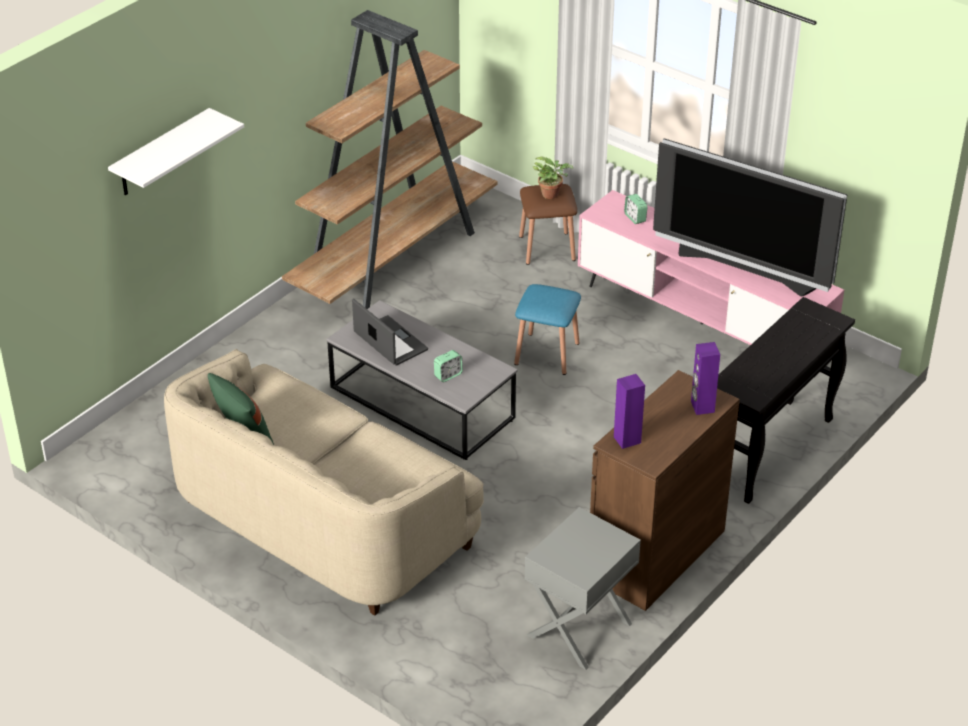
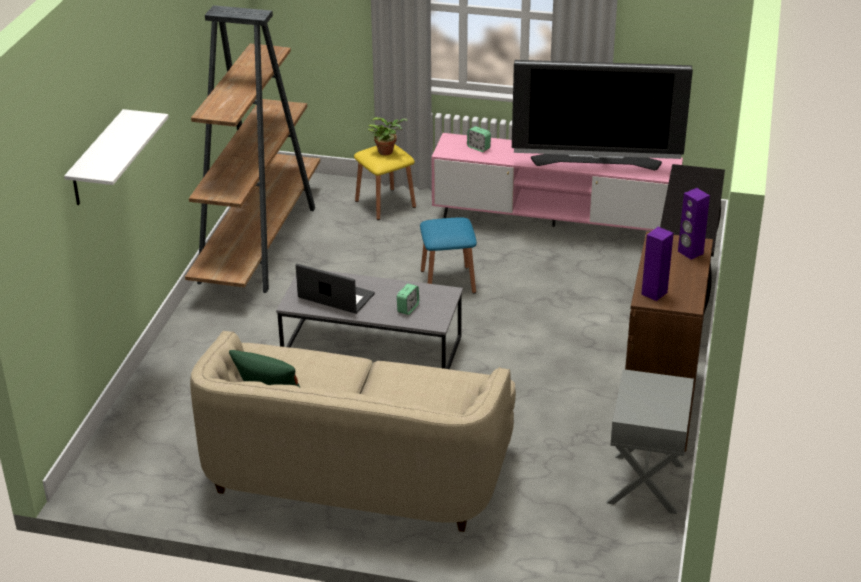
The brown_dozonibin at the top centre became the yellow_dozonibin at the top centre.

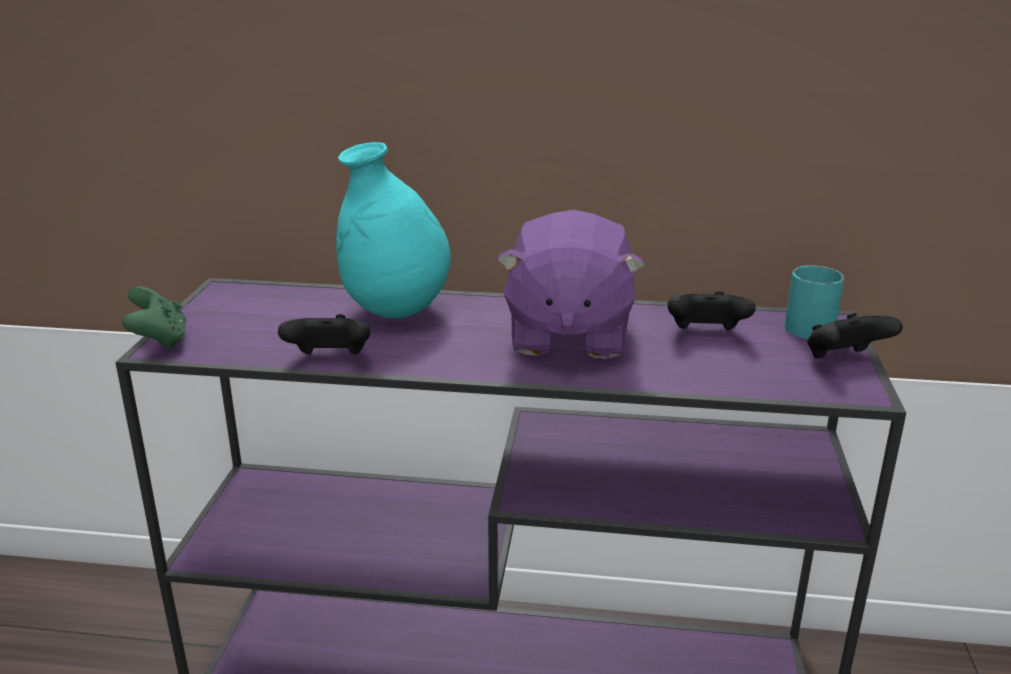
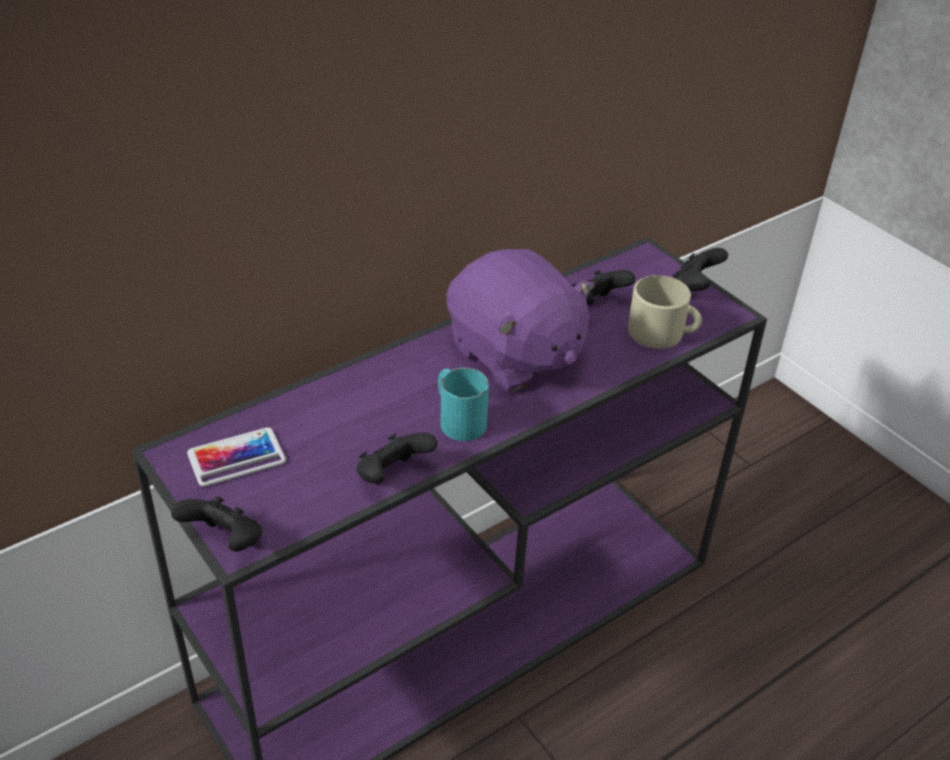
The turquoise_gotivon at the centre disappeared.
The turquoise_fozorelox moved from the middle right to the centre.
The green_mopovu at the middle left became the black_mopovu (1st from left) at the bottom left.
The beige_fozorelox at the middle right appeared.
The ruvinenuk at the middle left appeared.

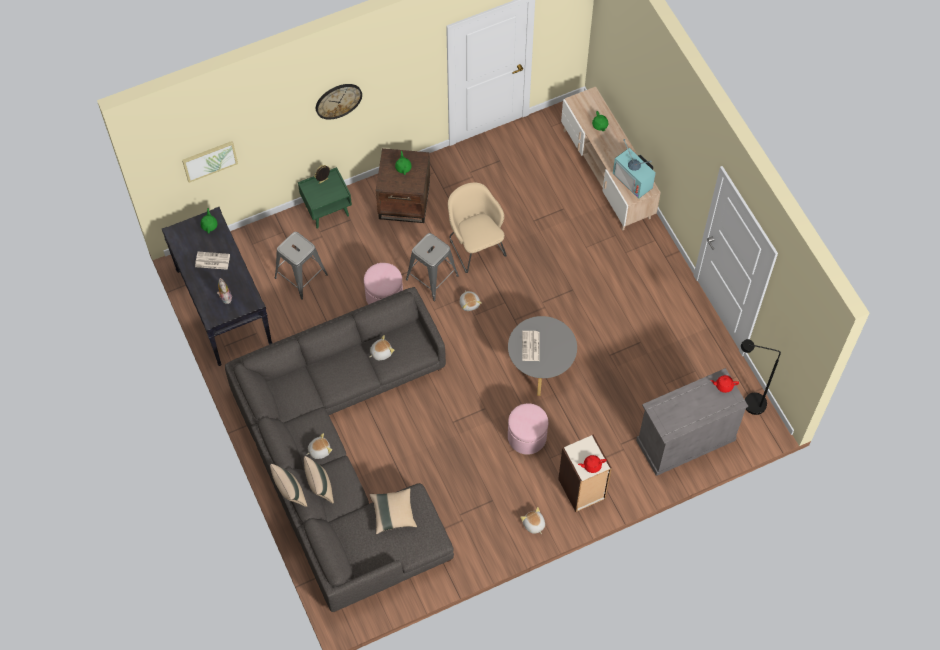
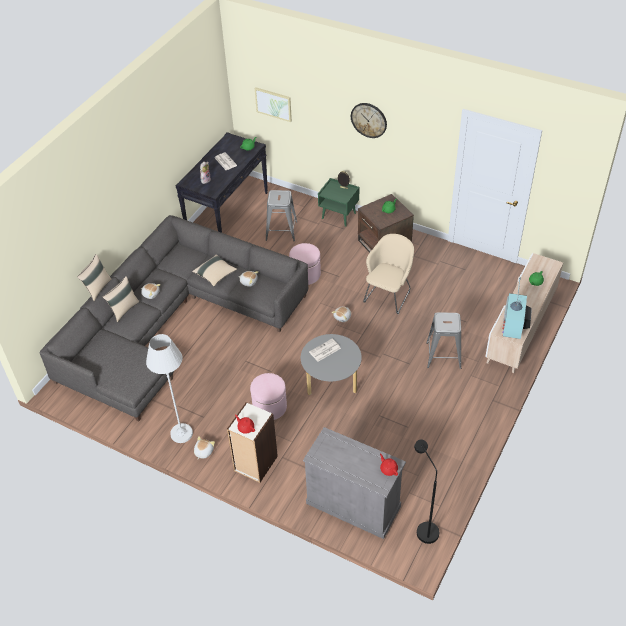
The grey_dozonibin (2nd from left) moved from the centre to the middle right.
The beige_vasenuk (3rd from left) moved from the bottom centre to the centre.
The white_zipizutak at the middle left appeared.

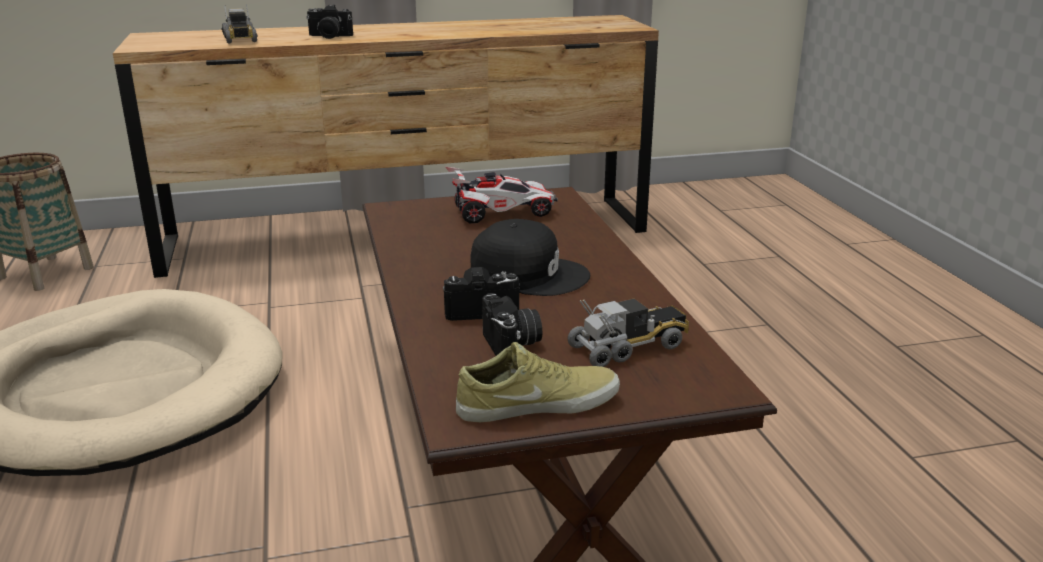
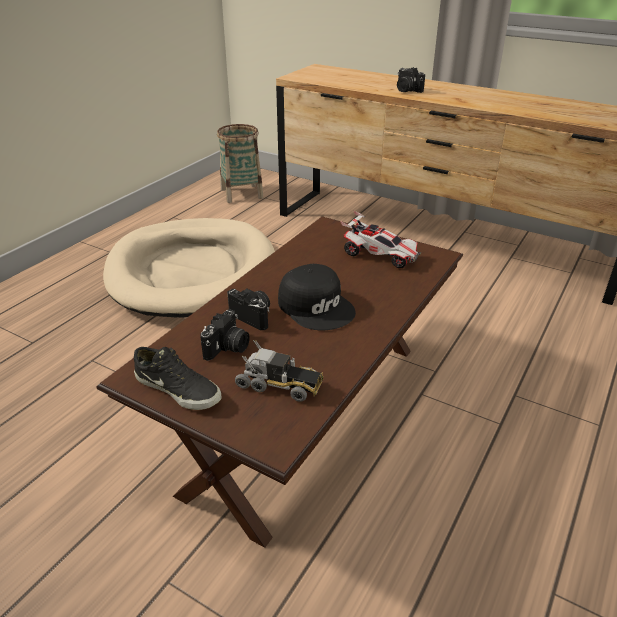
The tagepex (1st from left) at the top left disappeared.
The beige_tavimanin at the bottom centre became the black_tavimanin at the middle left.

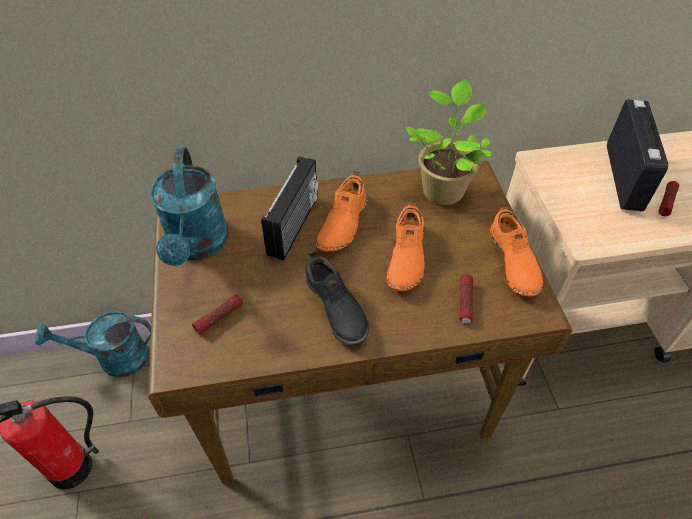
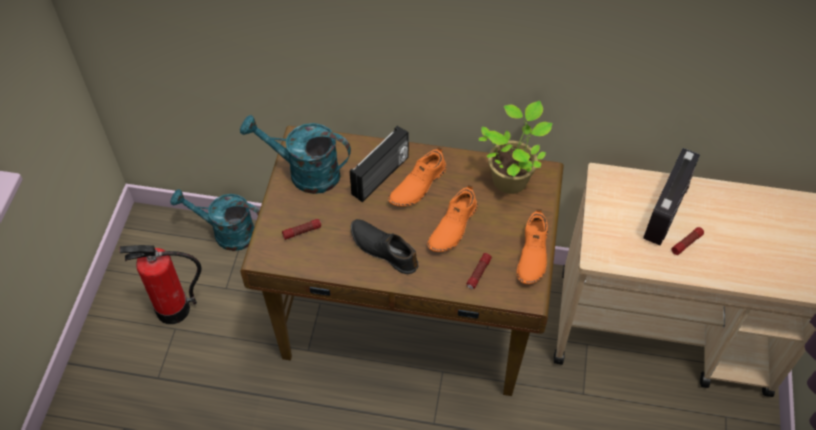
The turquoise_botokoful (2nd from left) at the middle left turned 90 degrees clockwise.
The black_tavimanin at the centre turned 135 degrees clockwise.

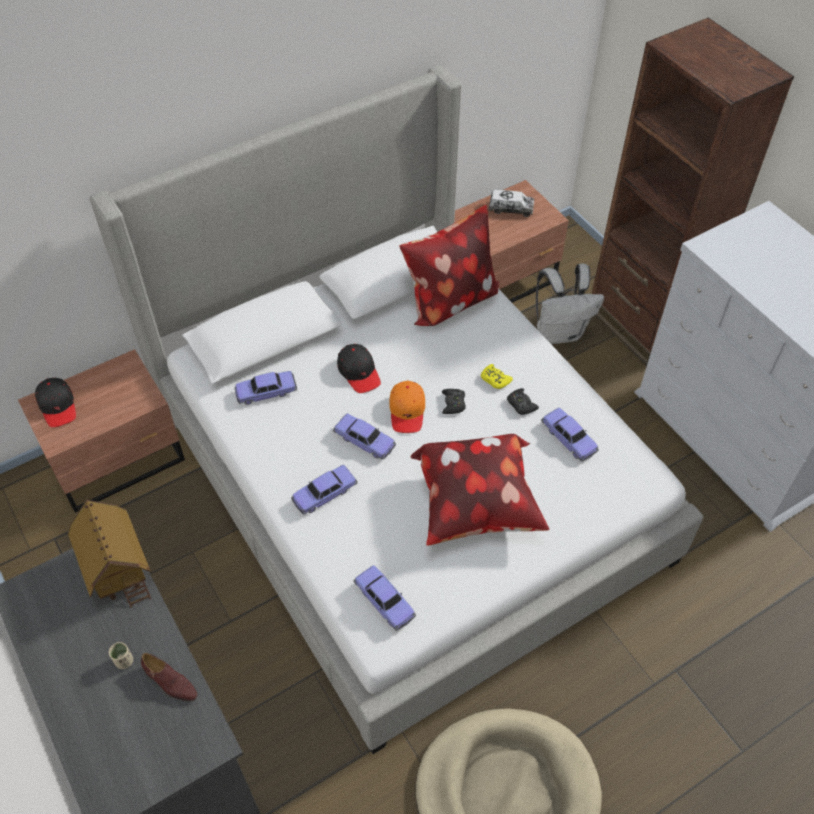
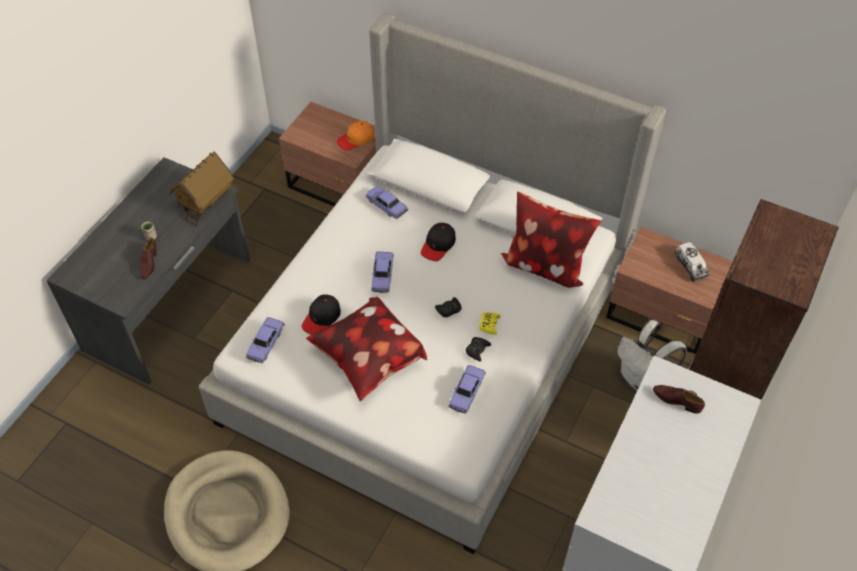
The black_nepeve (1st from left) moved from the middle left to the centre.
The orange_nepeve moved from the centre to the top centre.
The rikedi (2nd from left) at the centre disappeared.
The brown_tavimanin (2nd from left) at the bottom right appeared.

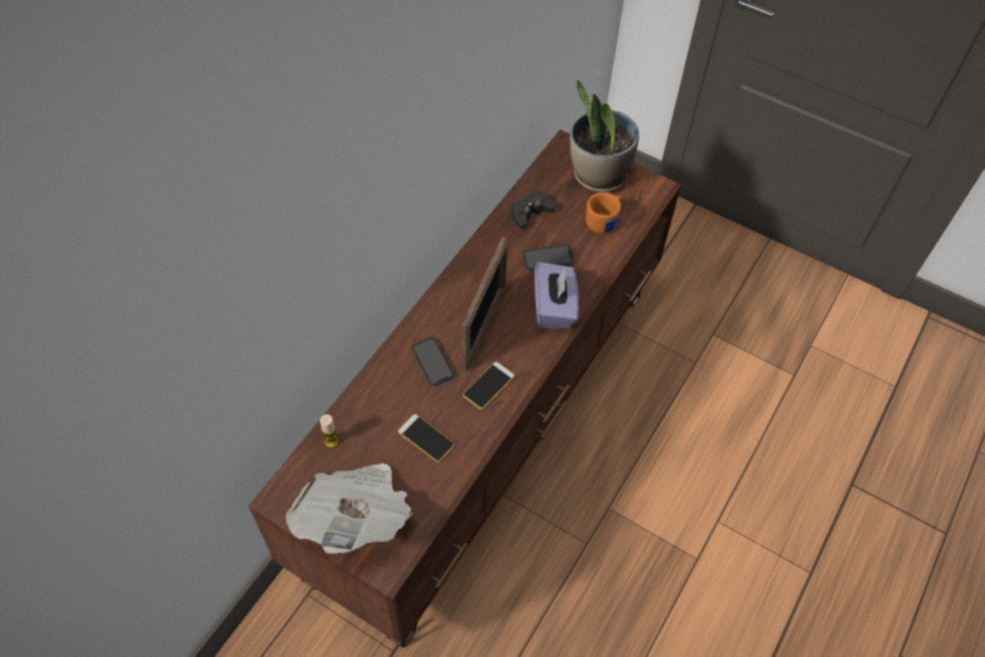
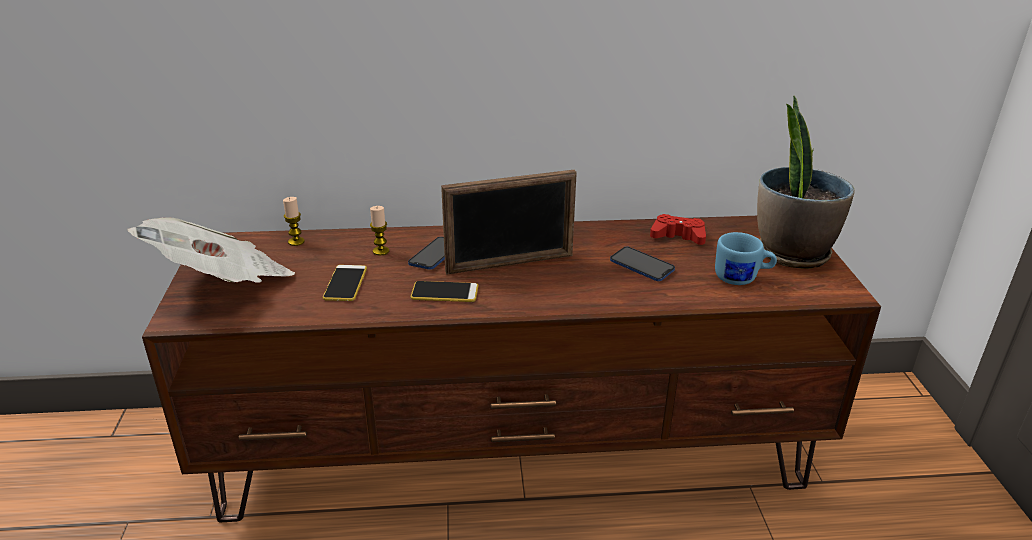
The black_mopovu at the top centre became the red_mopovu at the centre.
The orange_fozorelox at the top centre became the blue_fozorelox at the middle right.
The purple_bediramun at the centre disappeared.
The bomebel (2nd from left) at the centre appeared.

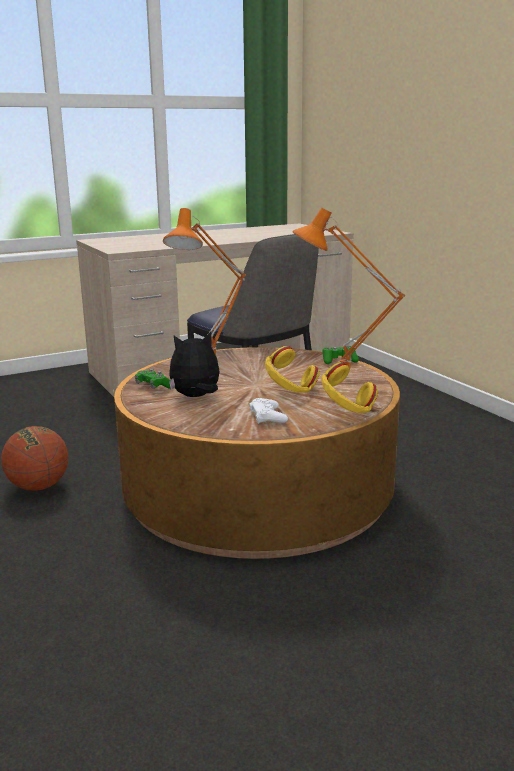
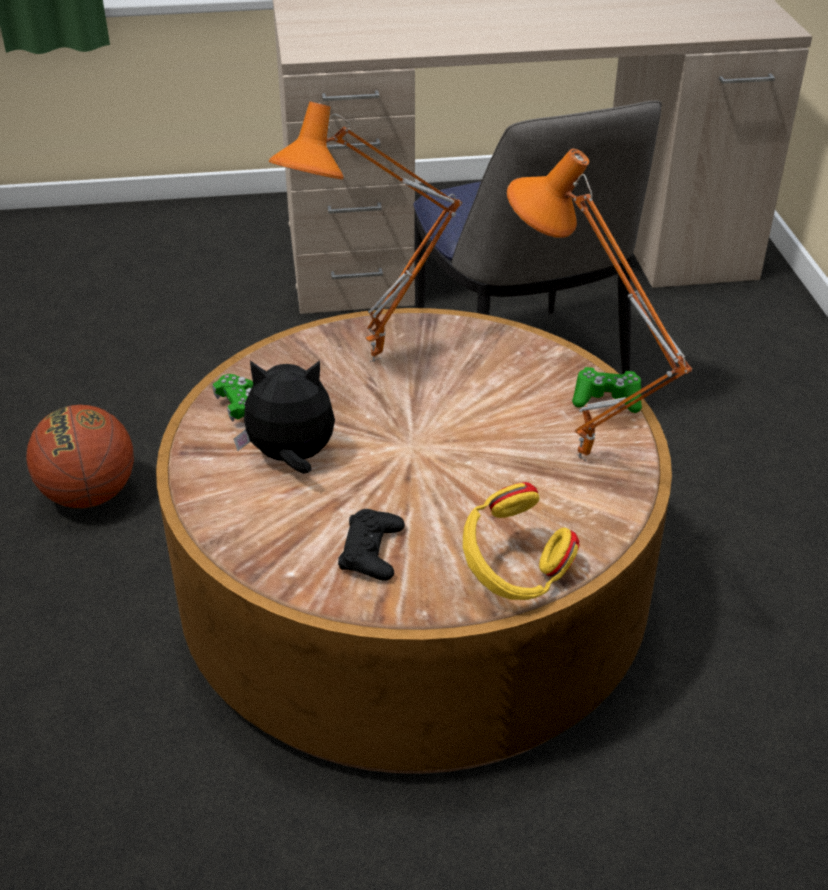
The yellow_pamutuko (1st from left) at the centre disappeared.
The white_mopovu at the centre became the black_mopovu at the centre.

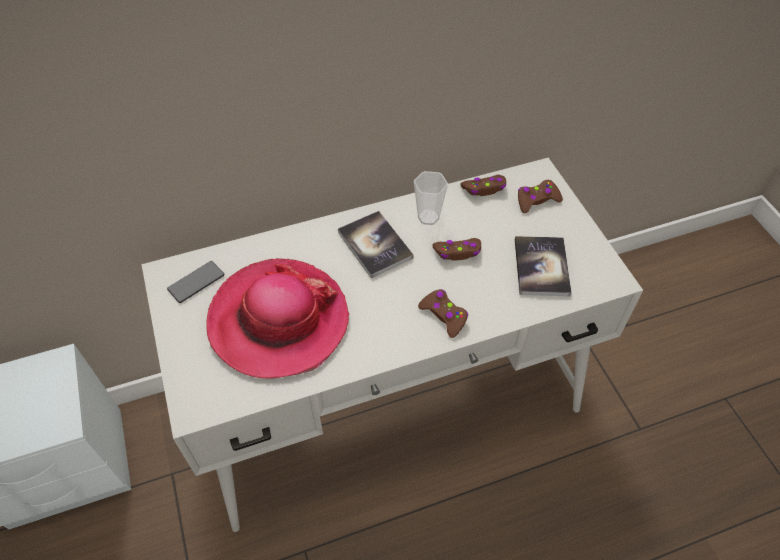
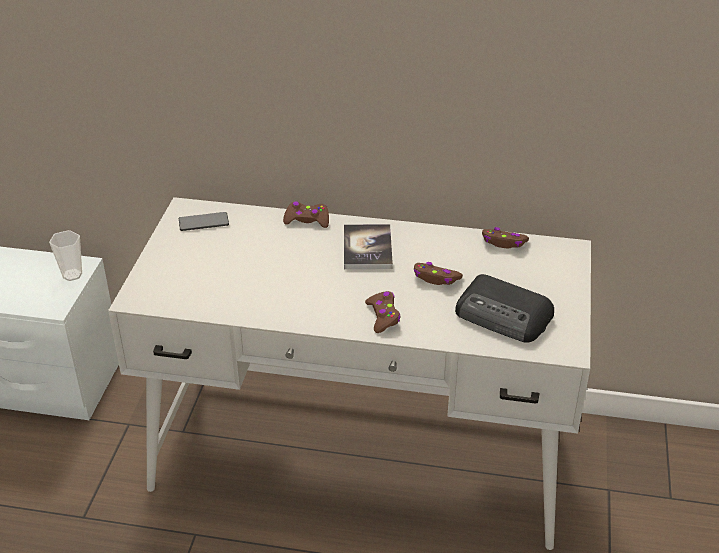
The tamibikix moved from the centre to the middle left.
The brown_mopovu (4th from left in the first image) moved from the middle right to the centre.
The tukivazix (2nd from left) at the middle right was replaced by the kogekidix at the middle right.
The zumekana at the centre disappeared.

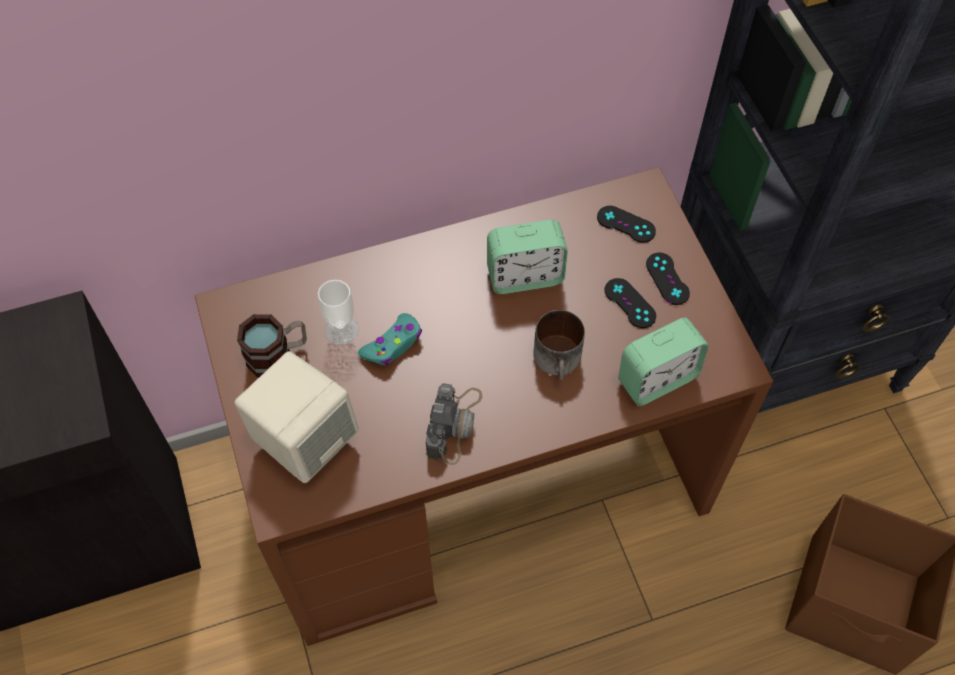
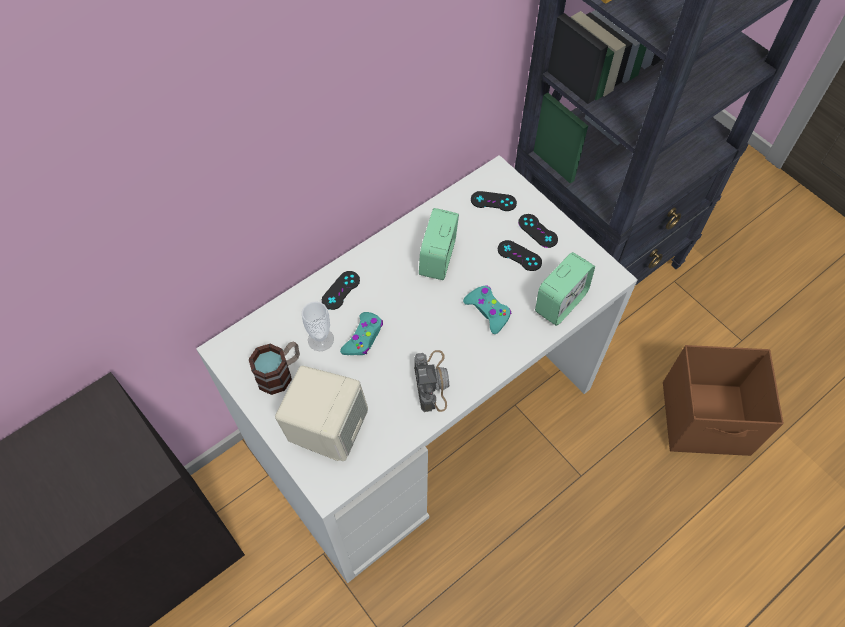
The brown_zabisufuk at the centre became the white_zabisufuk at the centre.
The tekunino (1st from left) at the centre turned 135 degrees clockwise.
The fozorelox (2nd from left) at the centre was replaced by the turquoise_mopovu (2nd from left) at the centre.
The black_mopovu (1st from left) at the centre appeared.

